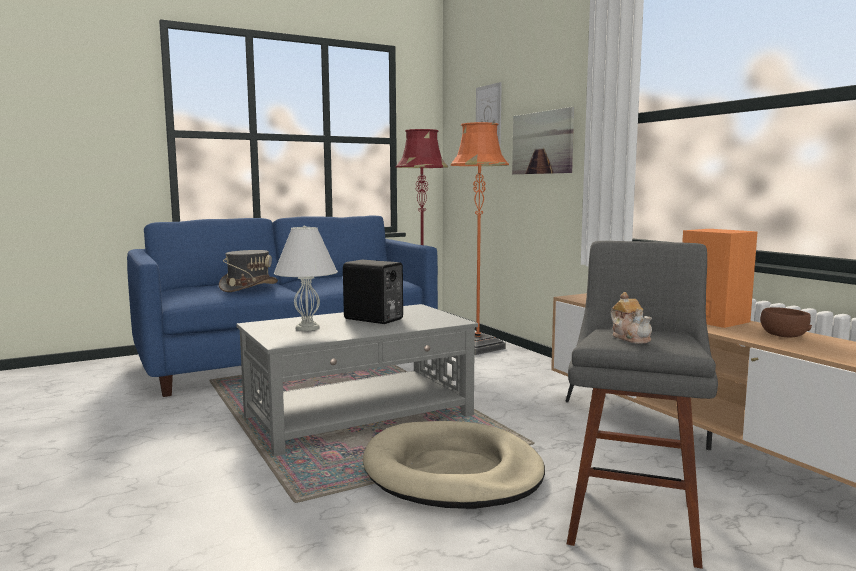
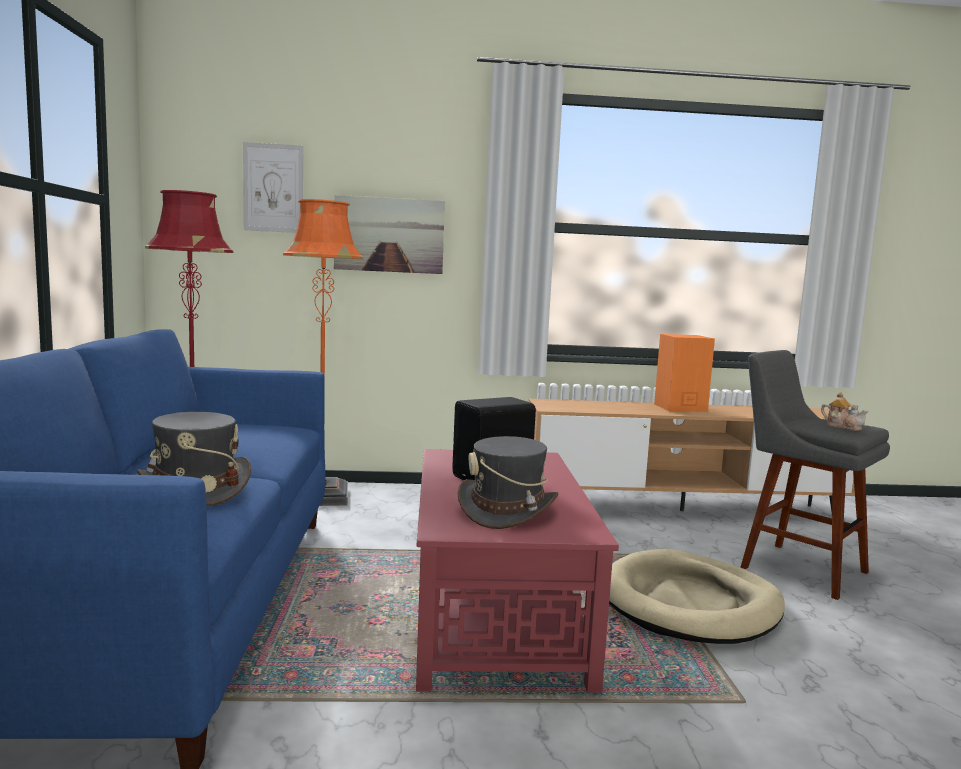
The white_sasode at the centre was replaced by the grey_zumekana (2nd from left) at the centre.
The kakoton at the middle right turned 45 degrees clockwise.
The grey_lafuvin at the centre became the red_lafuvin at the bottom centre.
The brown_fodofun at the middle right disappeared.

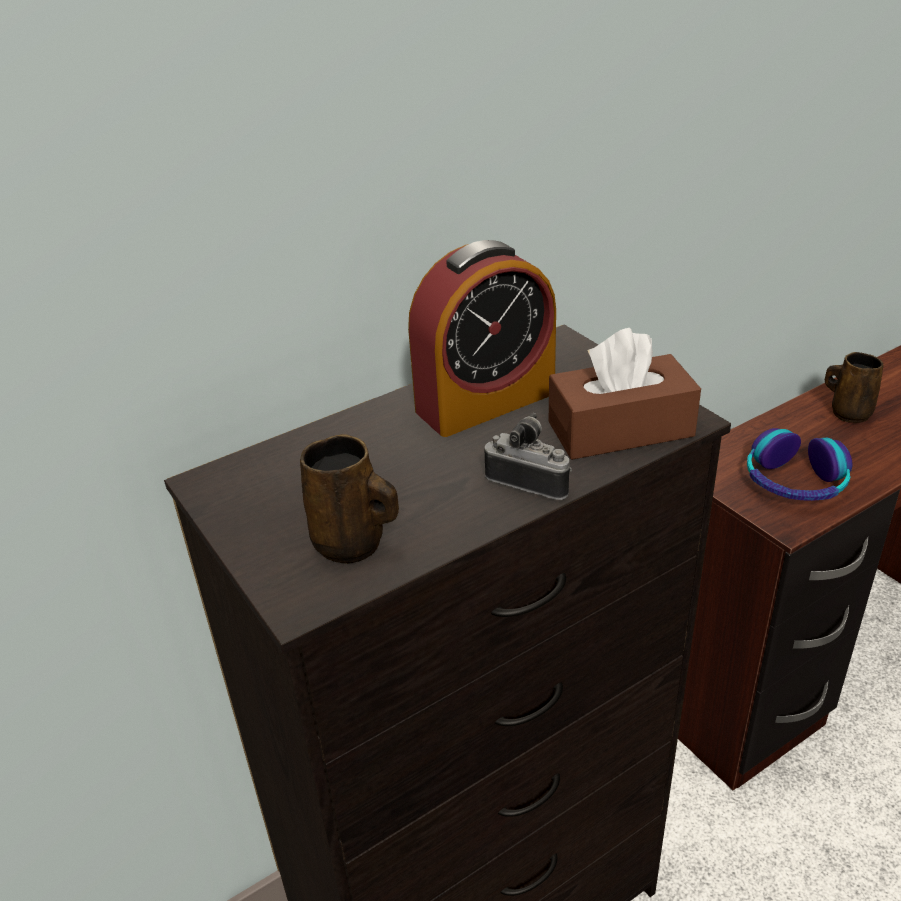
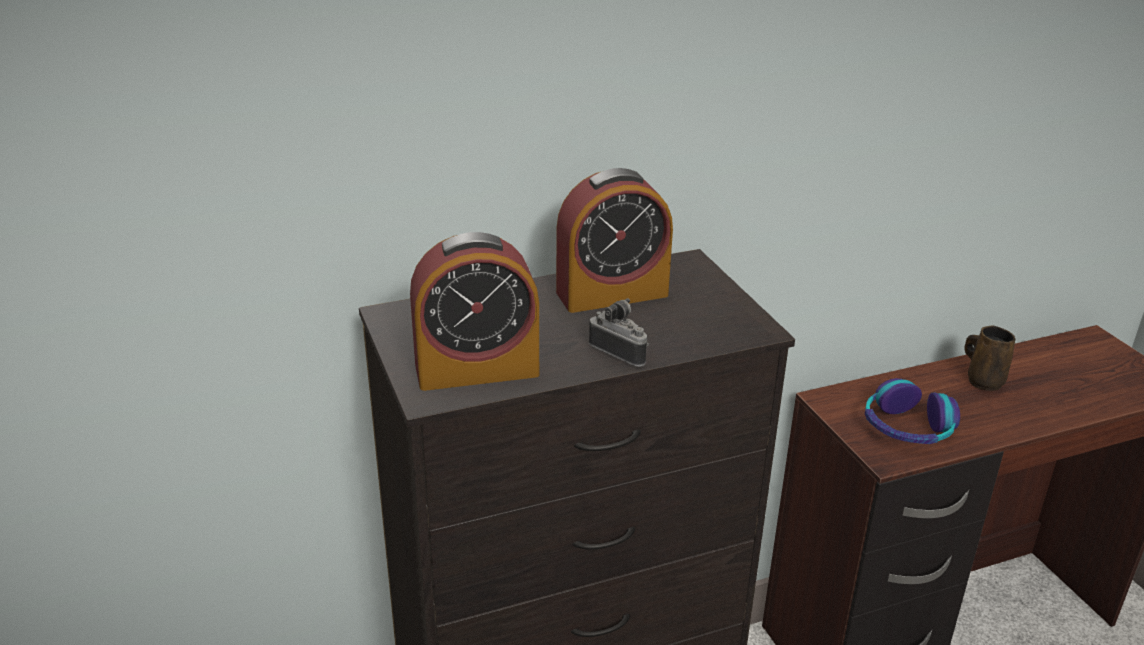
The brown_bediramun at the middle right disappeared.
The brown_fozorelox (1st from left) at the centre was replaced by the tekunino (1st from left) at the centre.

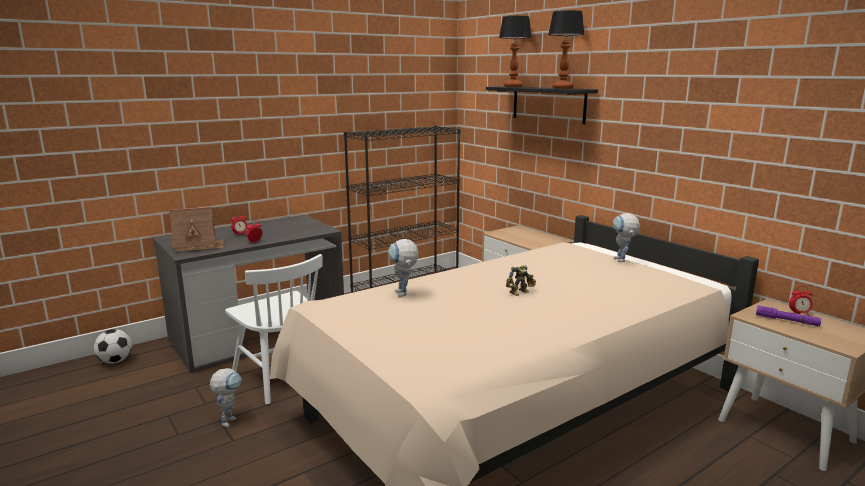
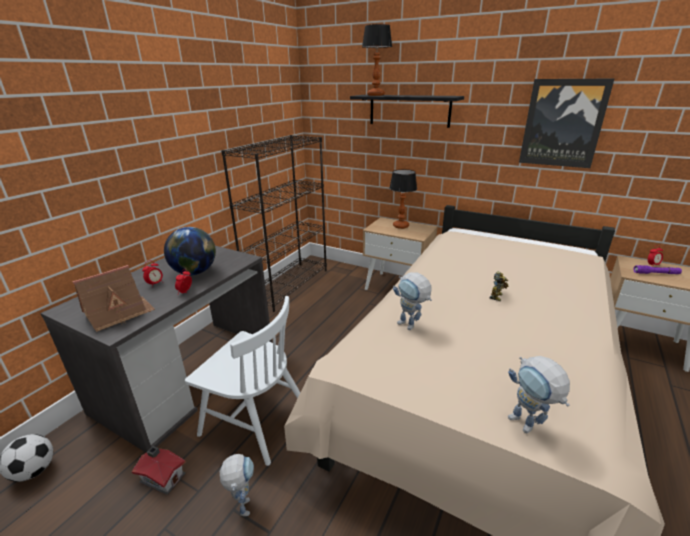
The sasode (2nd from left) moved from the top centre to the centre.
The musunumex (4th from left) moved from the middle right to the bottom right.
The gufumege at the top right appeared.
The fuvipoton at the middle left appeared.
The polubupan (2nd from left) at the bottom left appeared.

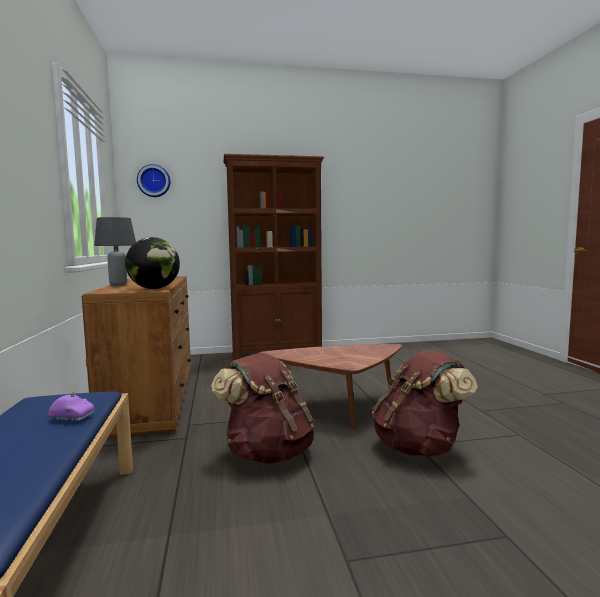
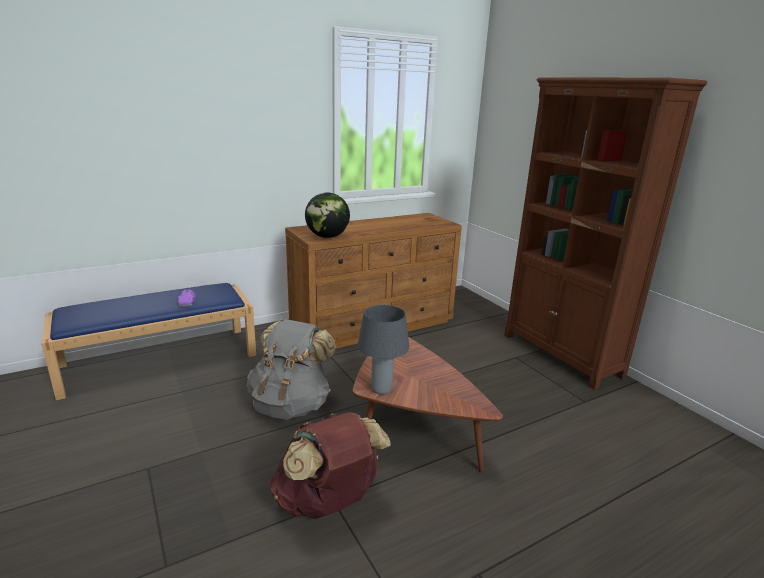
The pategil at the top left disappeared.
The grey_sasode moved from the middle left to the centre.
The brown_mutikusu (1st from left) at the bottom centre became the grey_mutikusu at the centre.

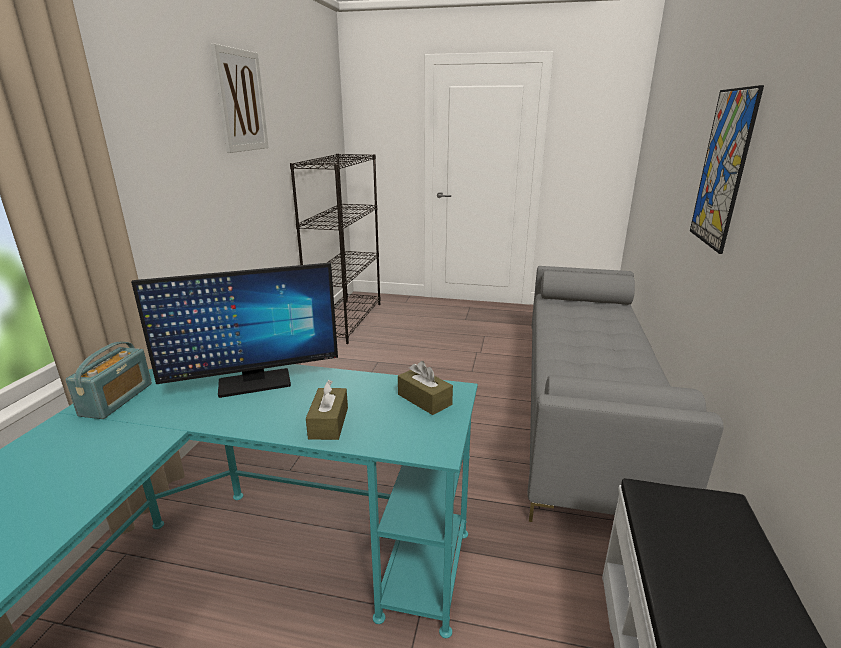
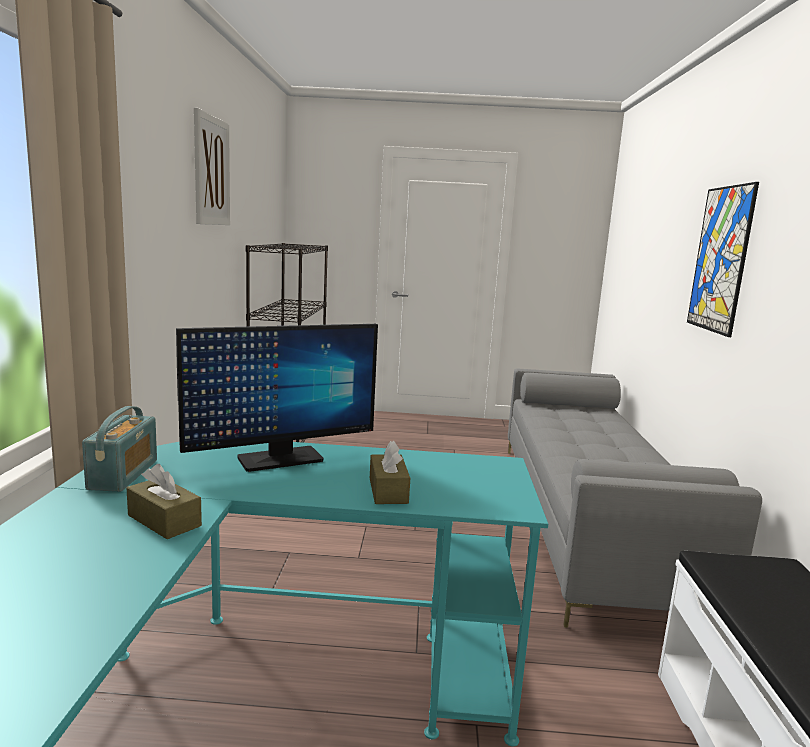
The brown_bediramun (2nd from left in the first image) moved from the centre to the bottom left.

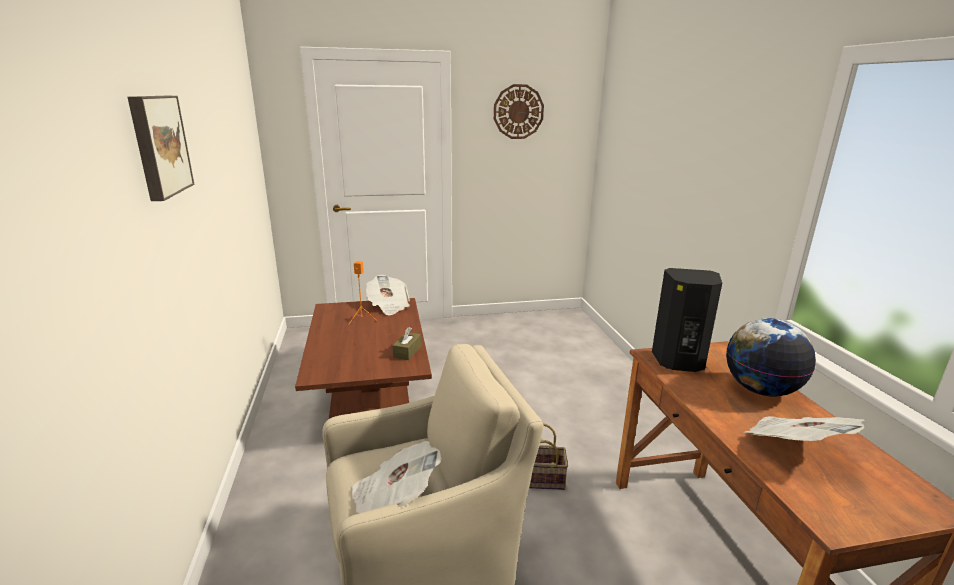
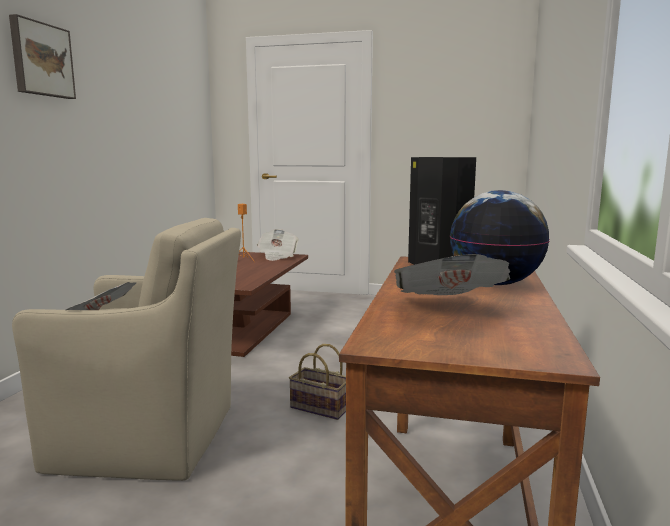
The pategil at the top centre disappeared.
The brown_bediramun at the centre disappeared.

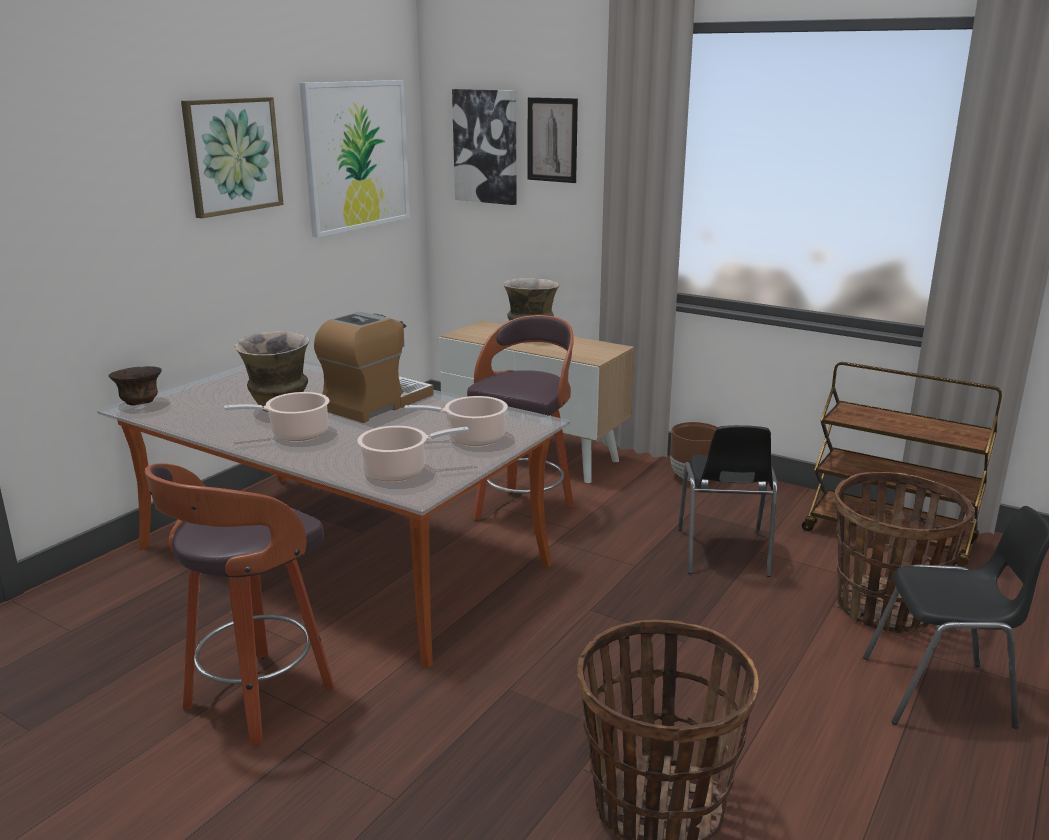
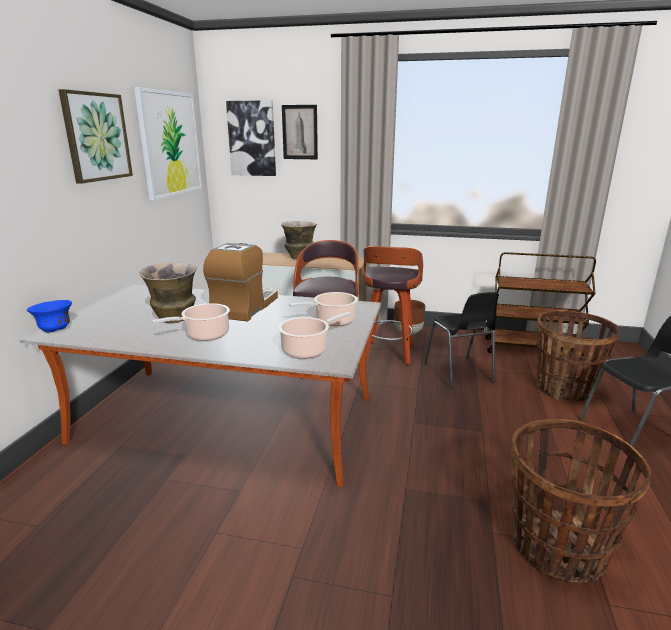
The brown_fodofun at the middle left became the blue_fodofun at the middle left.
The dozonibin (1st from left in the first image) moved from the bottom left to the centre.

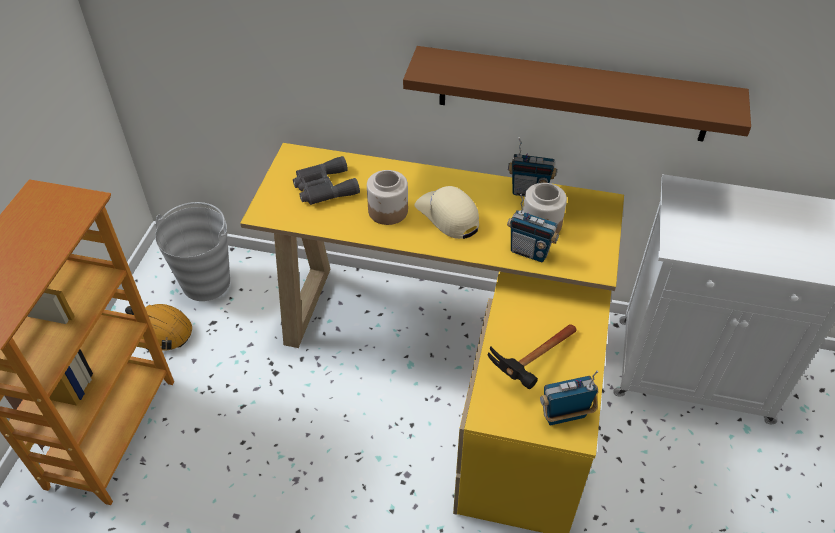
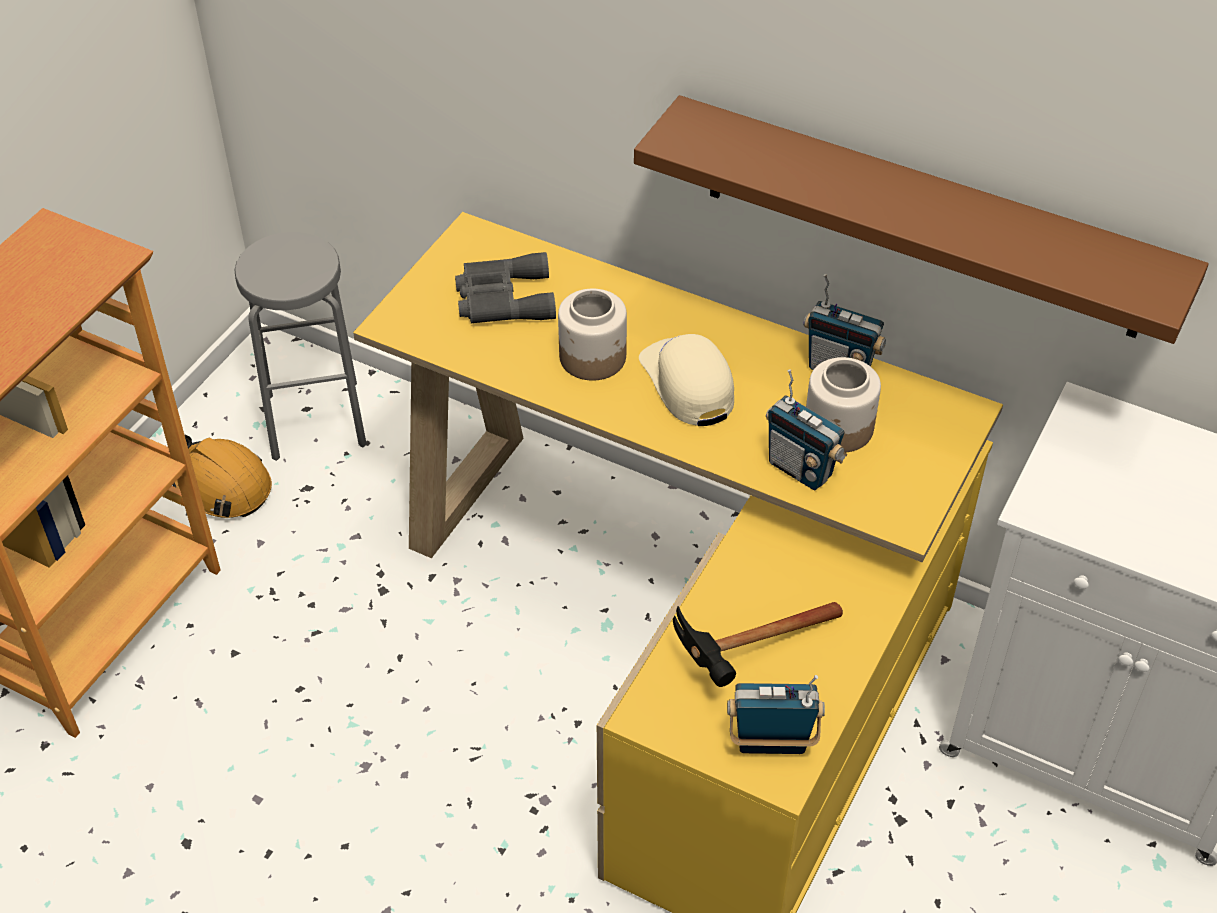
The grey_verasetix at the middle left was replaced by the grey_dozonibin at the middle left.

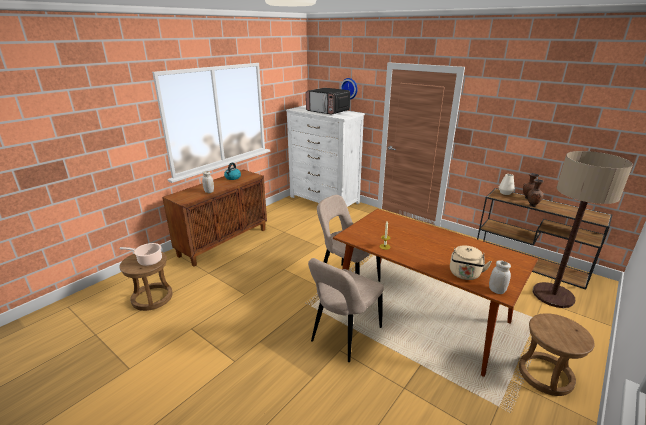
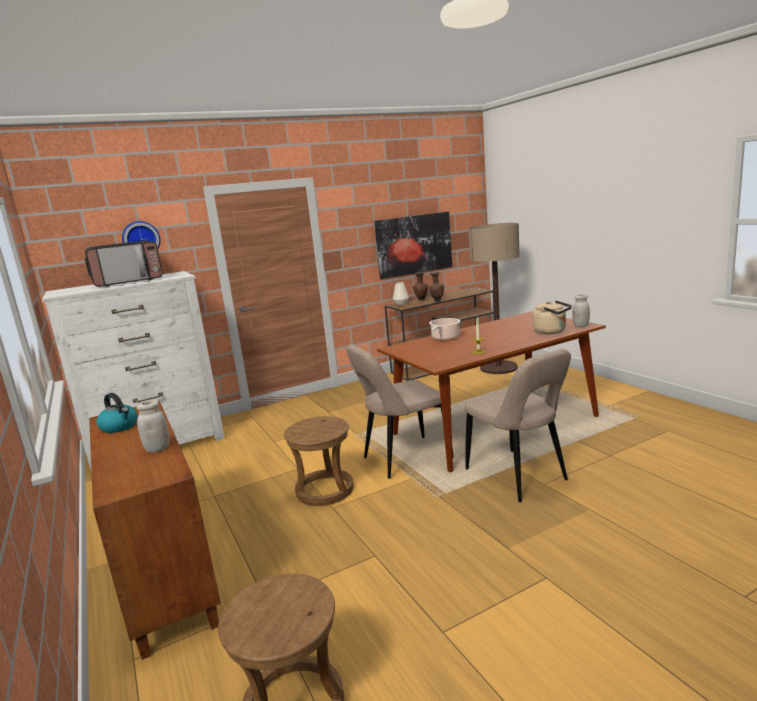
The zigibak moved from the middle left to the centre.
The brown_dozonibin (2nd from left) moved from the bottom right to the centre.
The gufumege at the centre appeared.

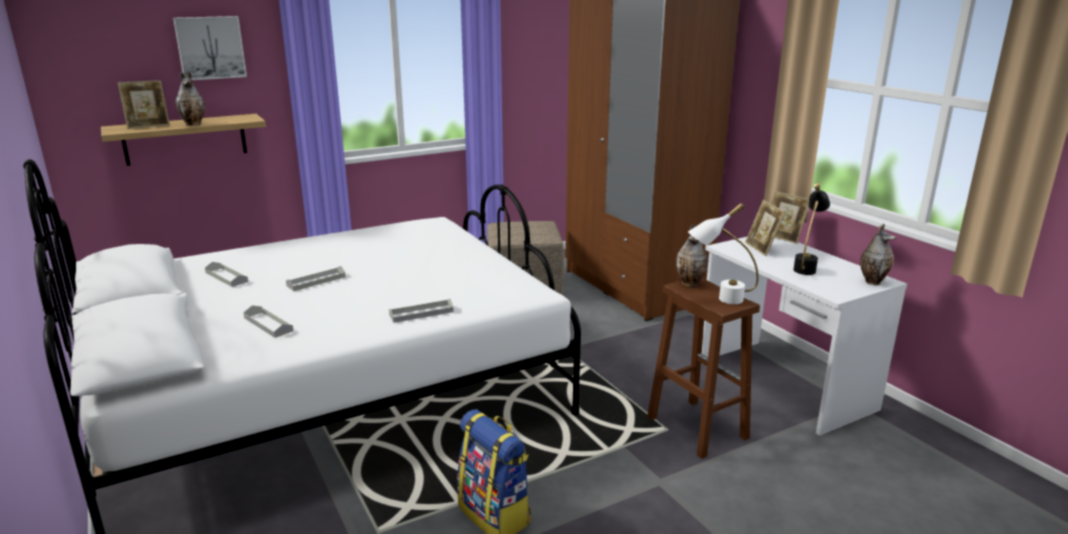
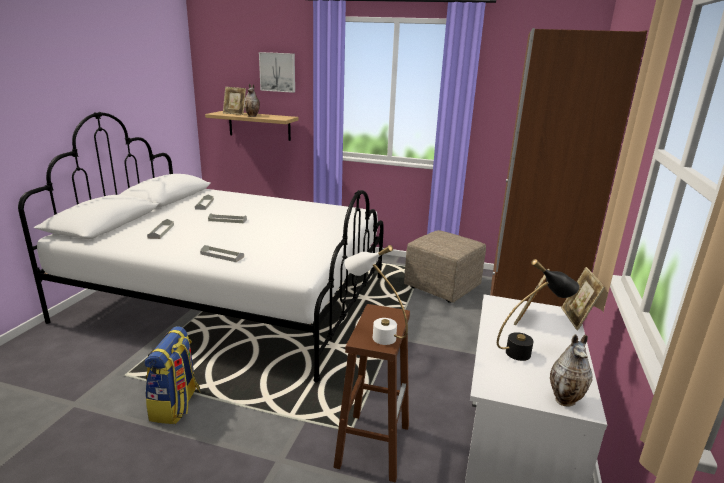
The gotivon (2nd from left) at the centre disappeared.

